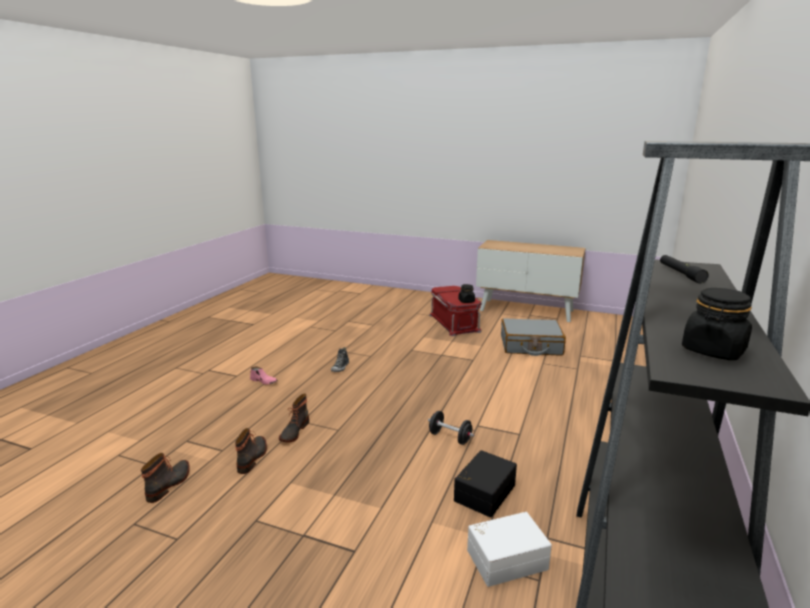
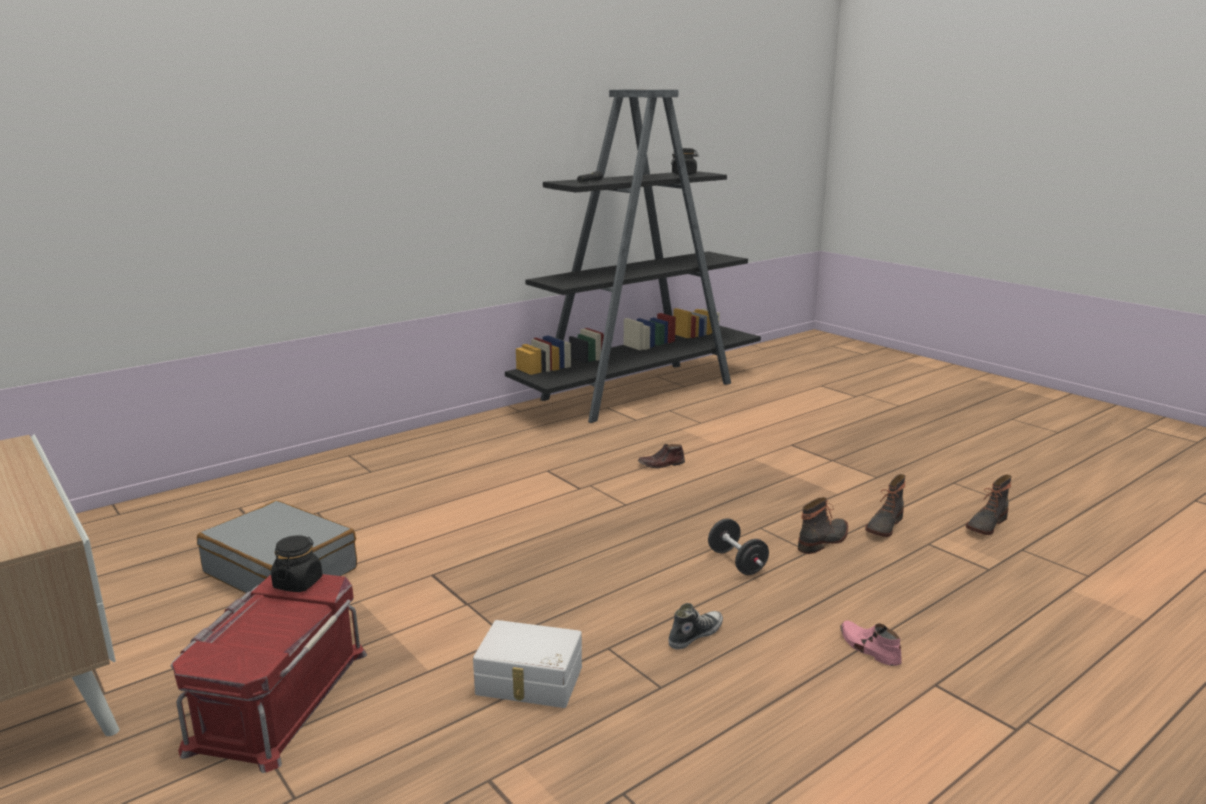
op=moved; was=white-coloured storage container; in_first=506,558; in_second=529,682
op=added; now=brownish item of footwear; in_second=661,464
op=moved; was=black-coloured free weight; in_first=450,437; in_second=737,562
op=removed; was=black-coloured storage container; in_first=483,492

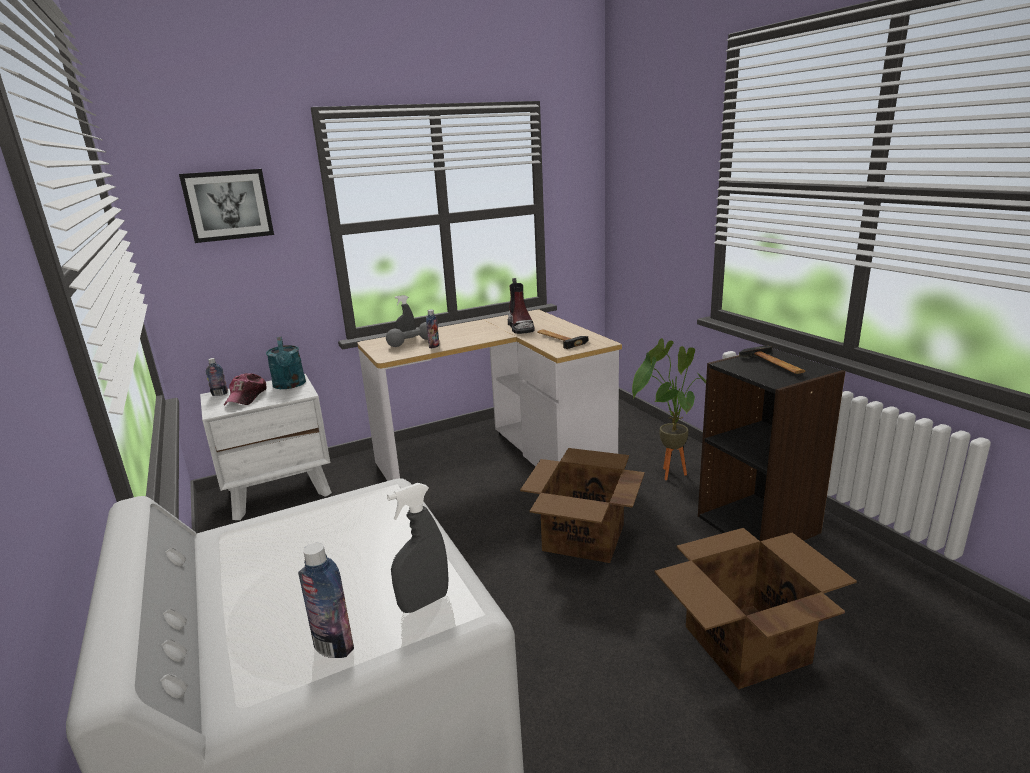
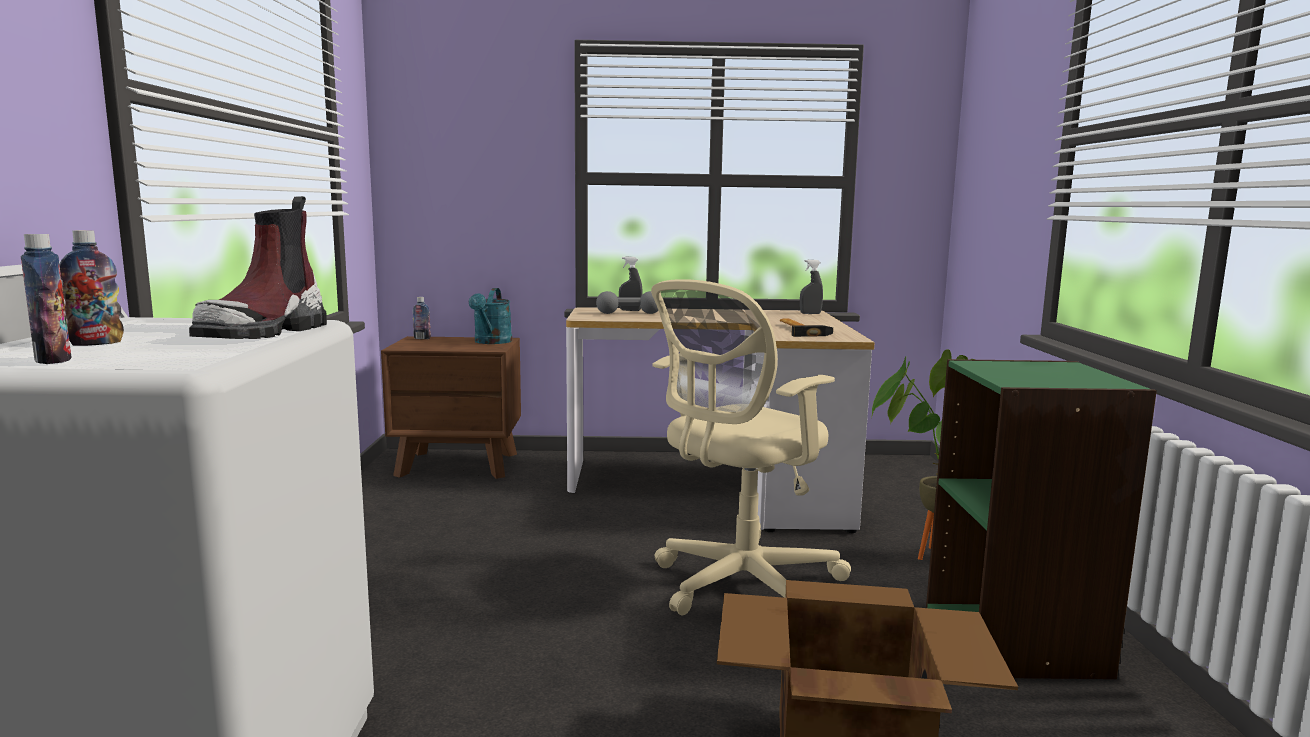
op=moved; was=drink bottle; in_first=434,346; in_second=96,343
op=moved; was=tall boot; in_first=521,328; in_second=265,332
op=recoloured; was=white-coloured night table; now=brownish night table; in_first=280,491; in_second=458,464
op=replaced; was=packing box; now=sand-coloured desk chair; in_first=583,538; in_second=739,585
op=moved; was=greyish spray bottle; in_first=424,602; in_second=810,313
op=recoloured; was=black-coloured bookshelf; now=greenish bookshelf; in_first=758,524; in_second=1016,640
op=removed; was=wall picture; in_first=228,205
op=removed; was=cap; in_first=247,397
op=removed; was=hand hammer; in_first=773,365

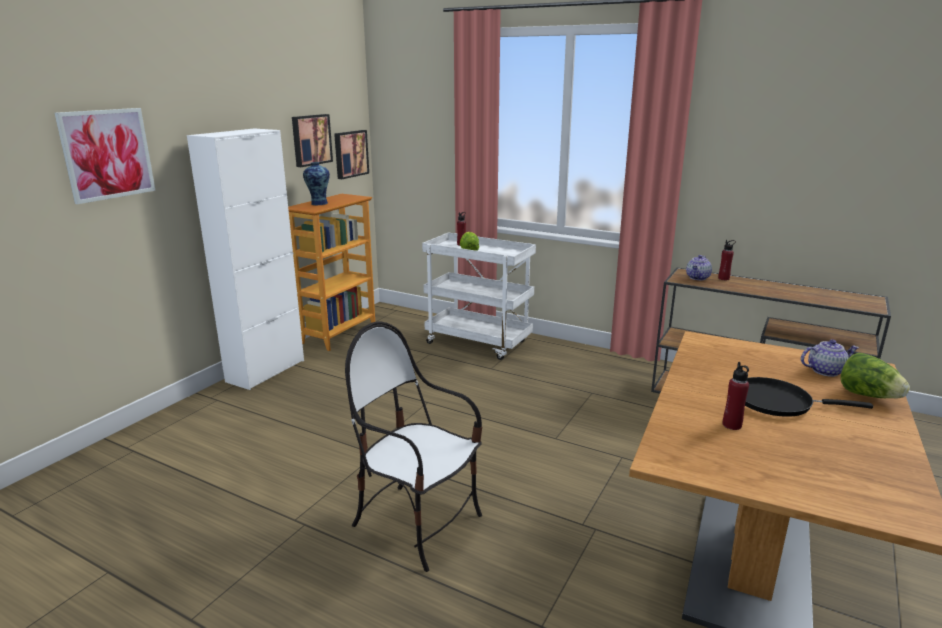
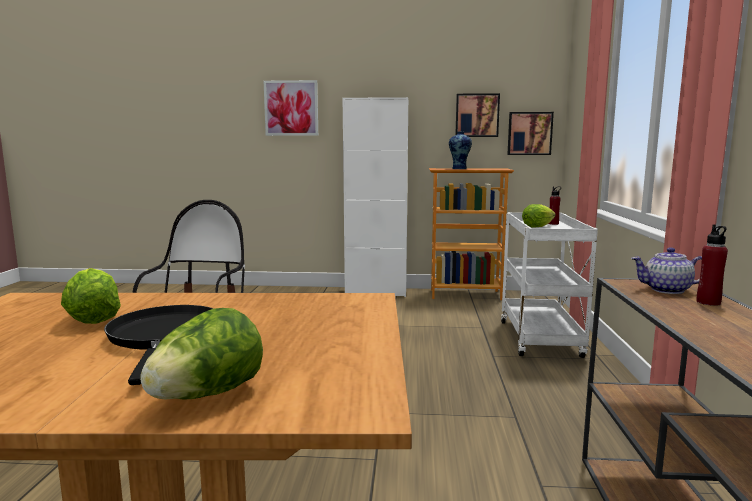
op=replaced; was=reddish drink bottle; now=head of lettuce; in_first=732,425; in_second=94,318
op=removed; was=teapot; in_first=825,371

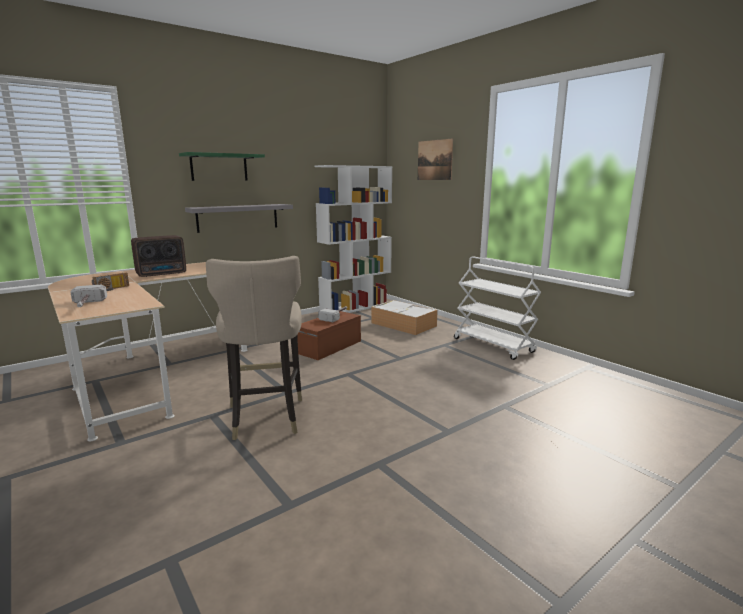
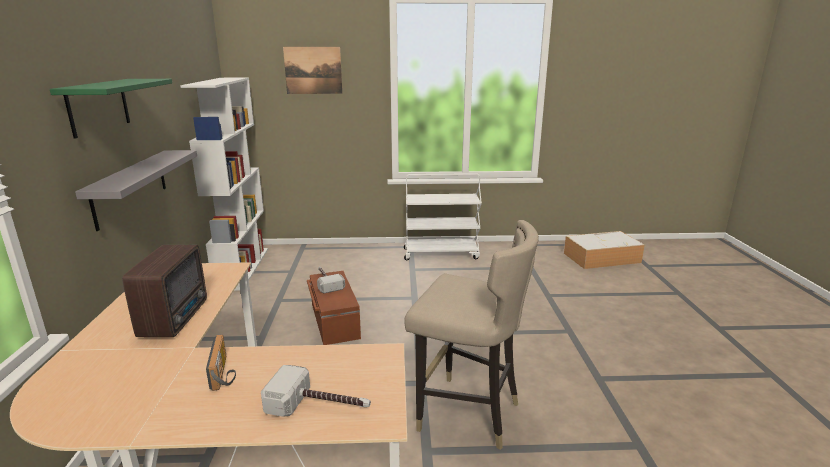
op=moved; was=storage container; in_first=404,324; in_second=602,257

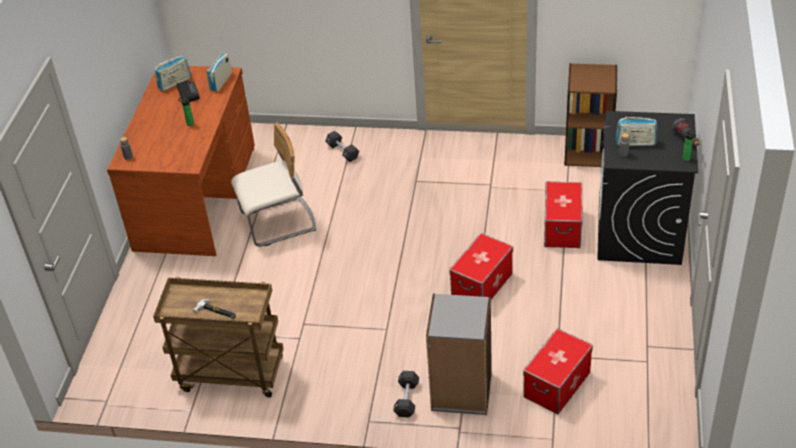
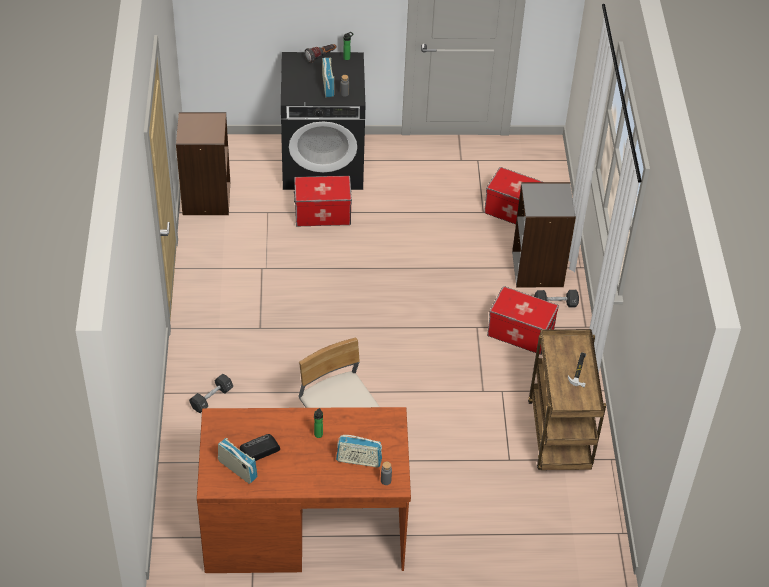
op=moved; was=radio; in_first=221,81; in_second=359,460
op=moved; was=storage container; in_first=482,285; in_second=520,333

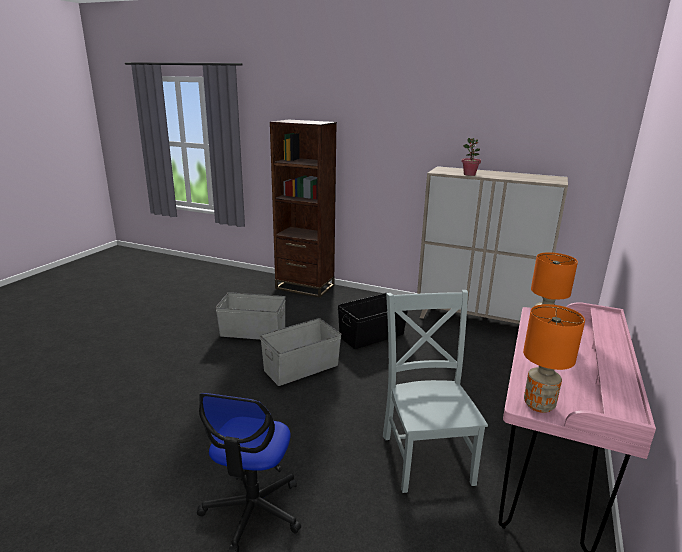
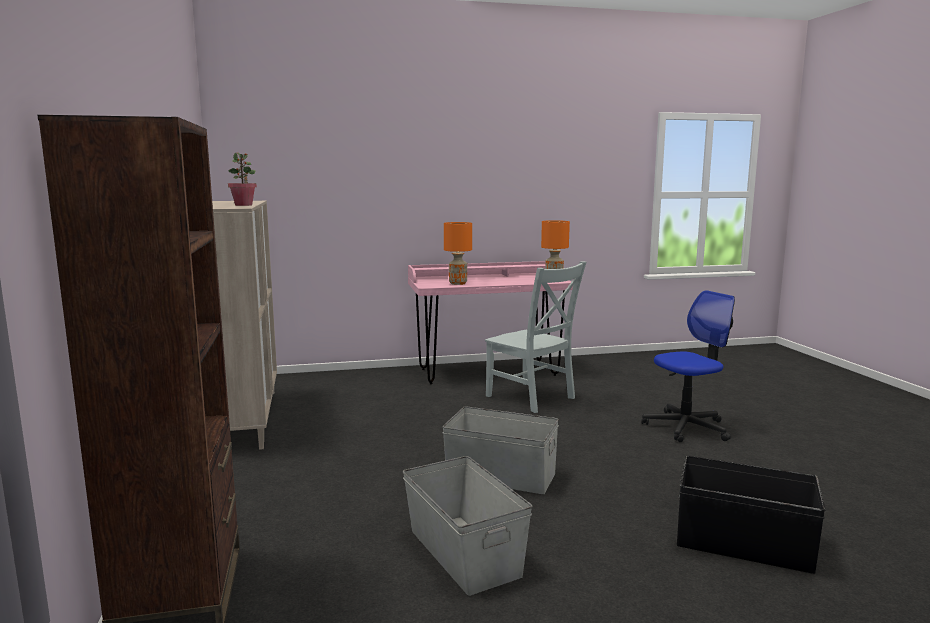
op=turned; was=greyish upright chair; in_first=426,455; in_second=532,398; clockwise=-90
op=moved; was=black-coloured storage container; in_first=372,335; in_second=742,543

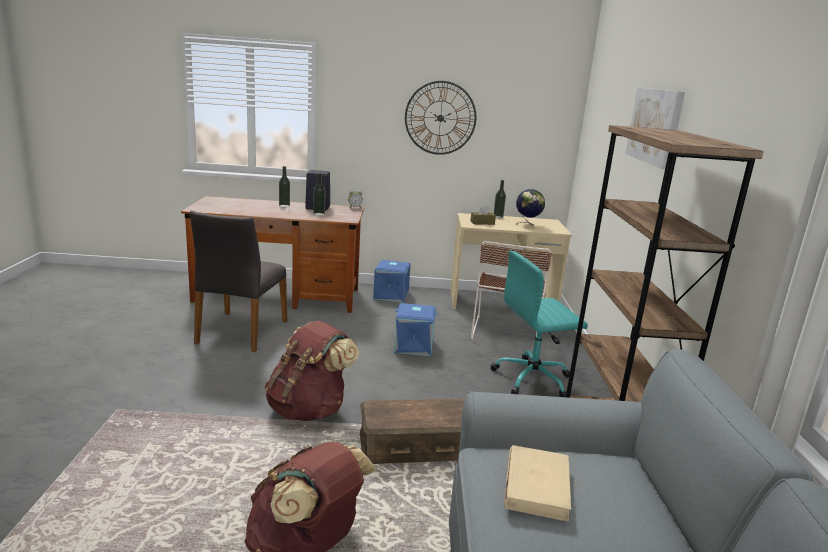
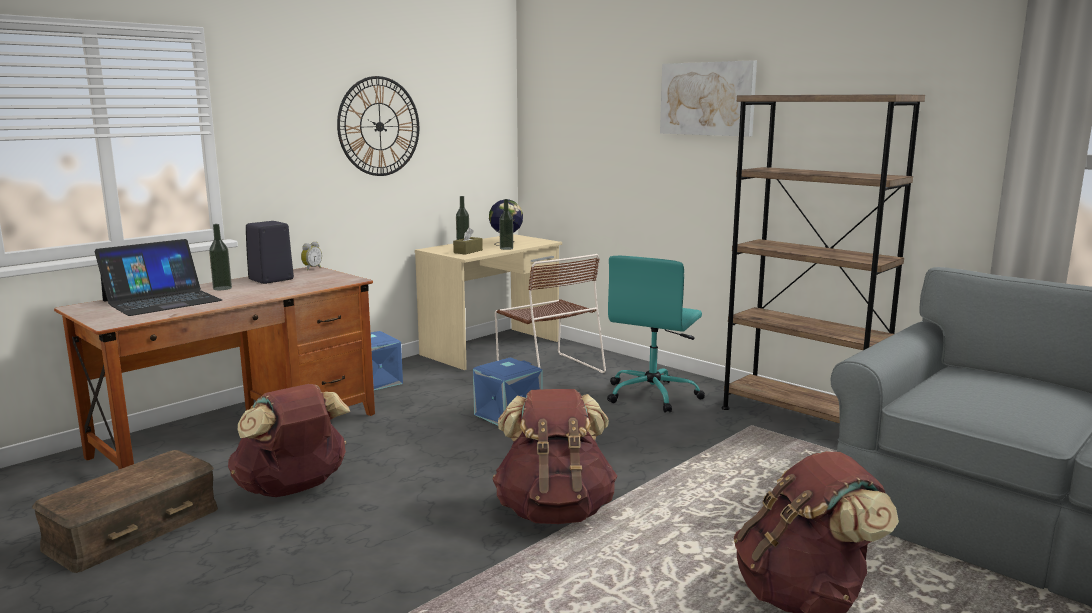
op=moved; was=brownish storage container; in_first=416,447; in_second=133,529
op=added; now=notebook computer; in_second=162,300
op=replaced; was=greyish upright chair; now=brownish knapsack; in_first=240,332; in_second=293,489
op=moved; was=drink bottle; in_first=319,214; in_second=506,248
op=removed; was=sand-coloured bound book; in_first=537,485

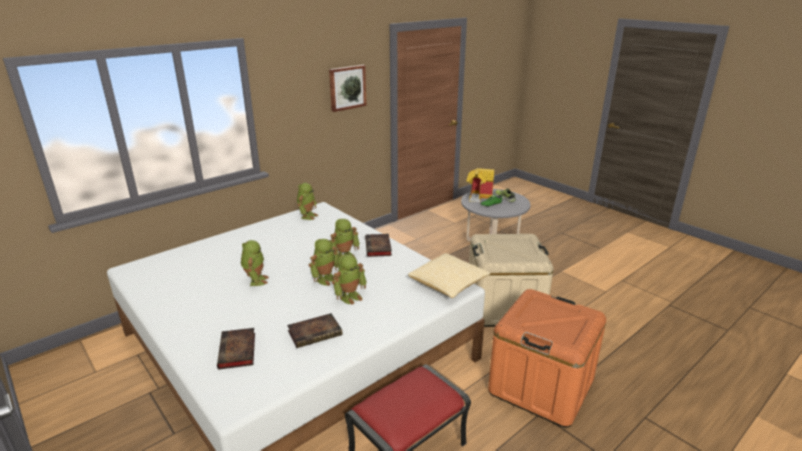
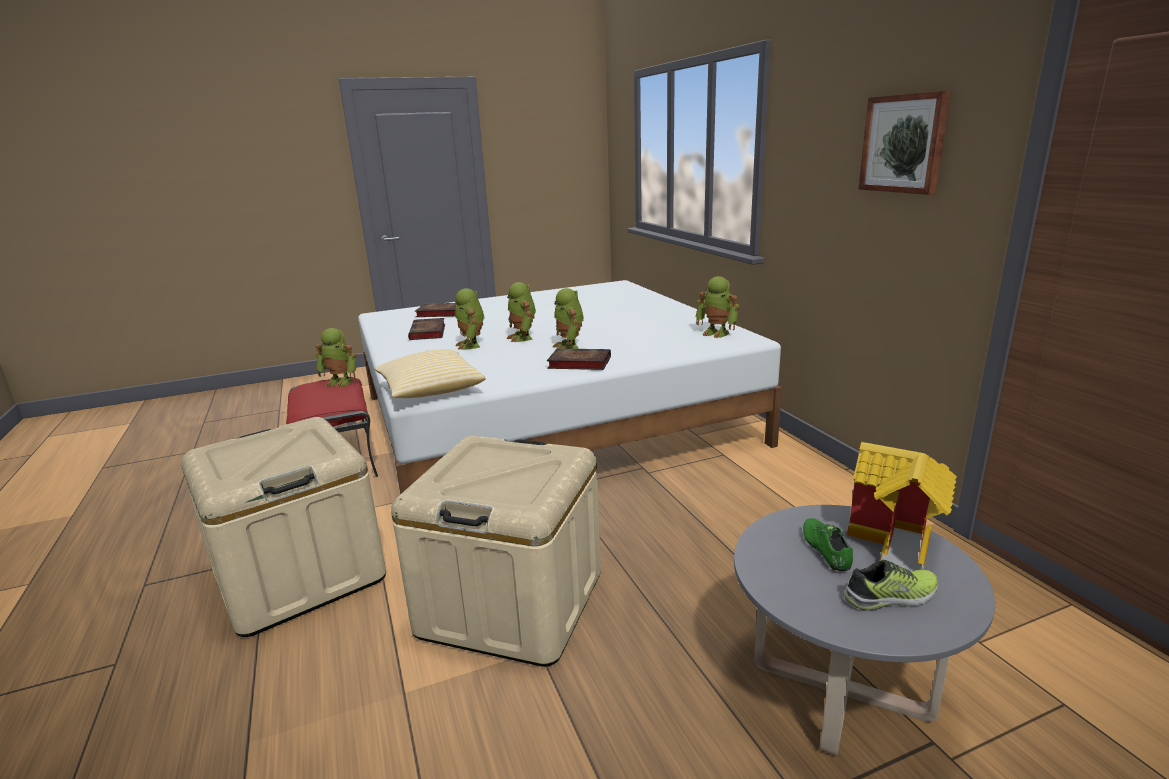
op=recoloured; was=orange-coloured storage container; now=sand-coloured storage container; in_first=541,386; in_second=299,575
op=moved; was=robot figure; in_first=256,280; in_second=340,382

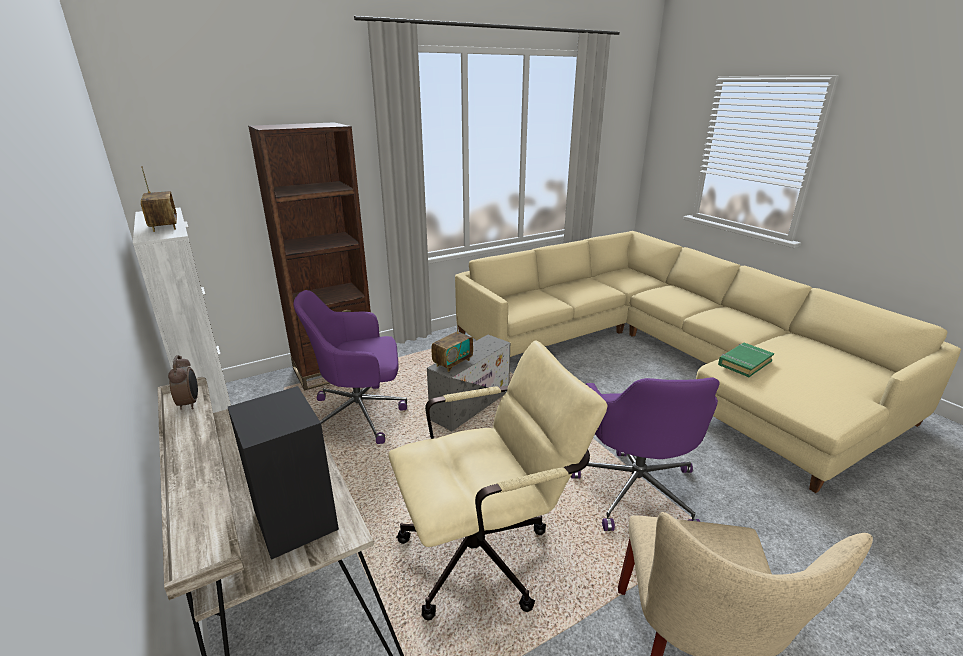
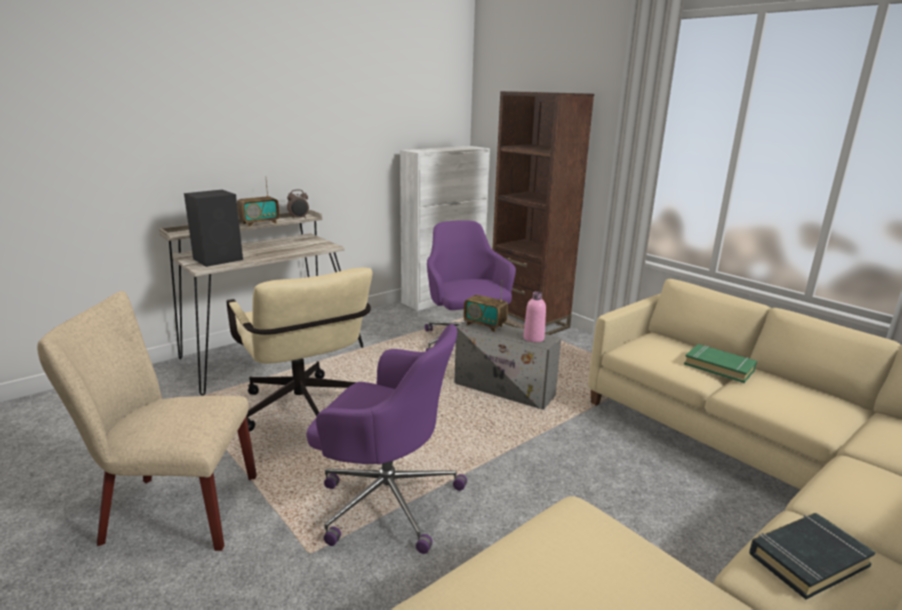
op=moved; was=radio; in_first=164,226; in_second=259,223
op=turned; was=purple-coloured desk chair; in_first=636,488; in_second=386,499; clockwise=-150
op=added; now=pink-coloured drink bottle; in_second=533,338
op=moved; was=greenish bound book; in_first=744,363; in_second=719,367
op=added; now=black-coloured bound book; in_second=807,559

